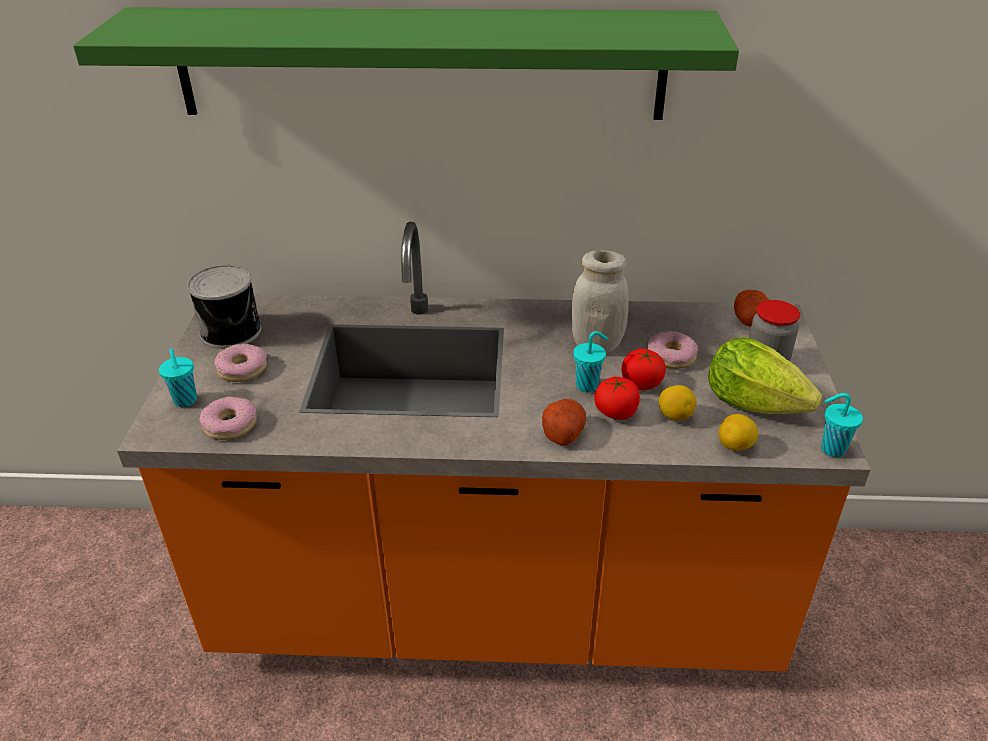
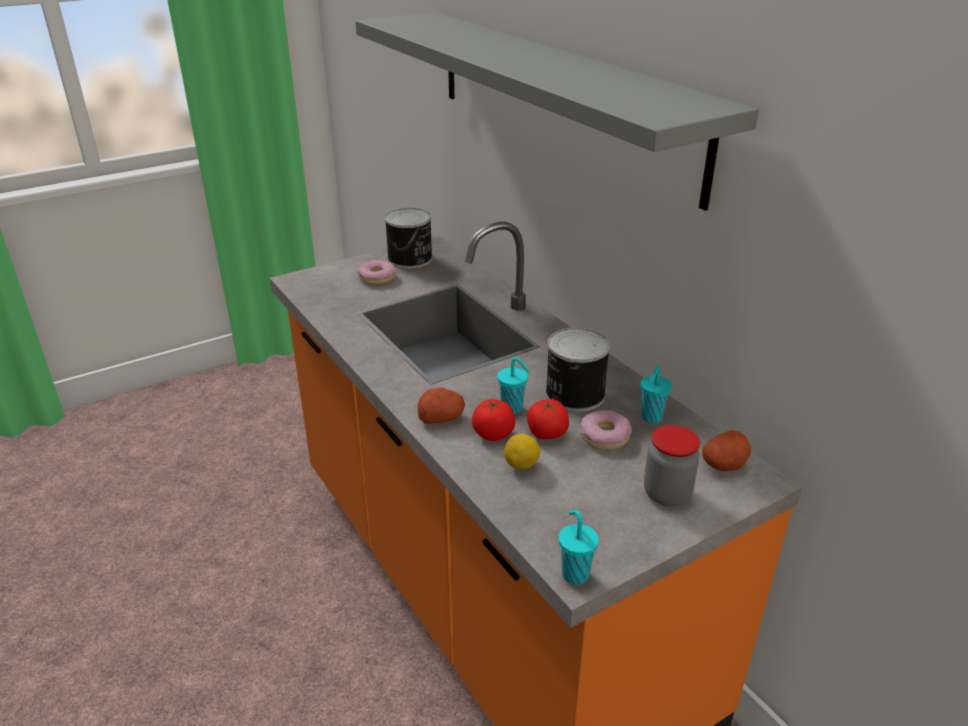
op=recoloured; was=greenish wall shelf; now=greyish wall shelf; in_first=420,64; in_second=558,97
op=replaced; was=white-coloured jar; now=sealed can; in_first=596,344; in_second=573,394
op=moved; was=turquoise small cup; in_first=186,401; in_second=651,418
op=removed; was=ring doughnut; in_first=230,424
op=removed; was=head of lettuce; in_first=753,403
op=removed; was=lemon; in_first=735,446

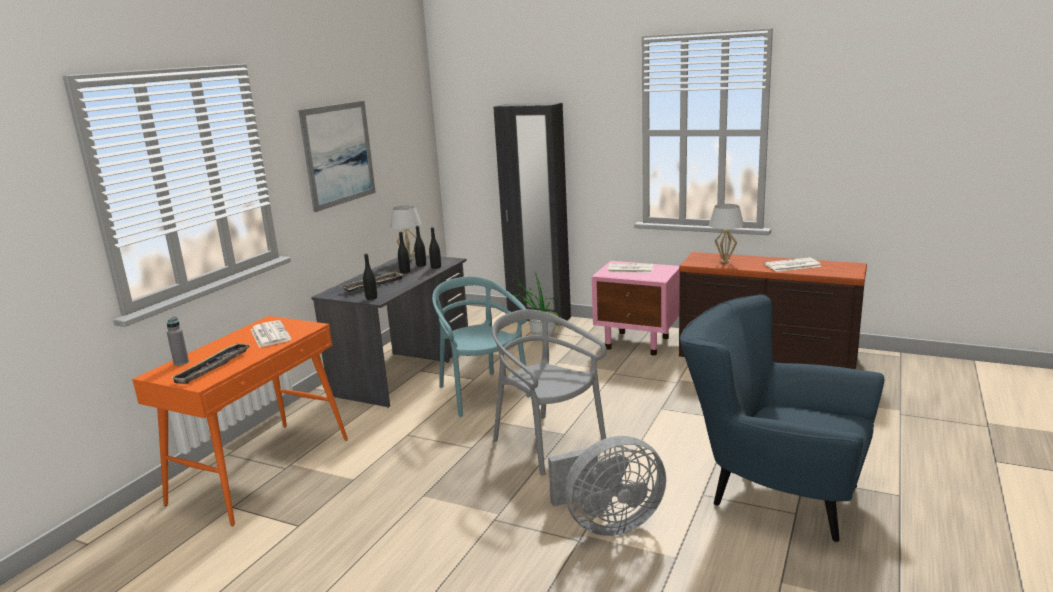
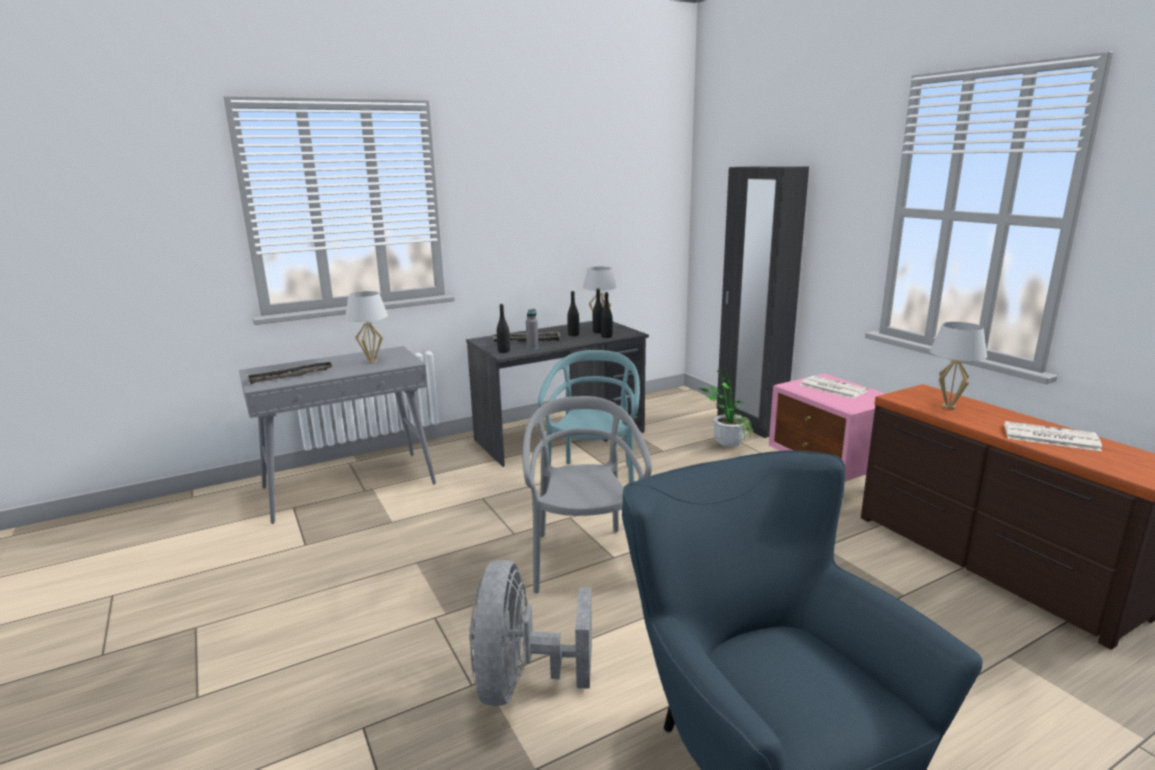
op=recoloured; was=orange-coloured narrow table; now=greyish narrow table; in_first=262,470; in_second=350,485
op=replaced; was=newspaper; now=white-coloured lamp for a table; in_first=269,334; in_second=372,361
op=turned; was=greyish fan; in_first=607,524; in_second=522,682; clockwise=75
op=moved; was=greyish drink bottle; in_first=181,362; in_second=532,348
op=removed; was=wall picture; in_first=338,154

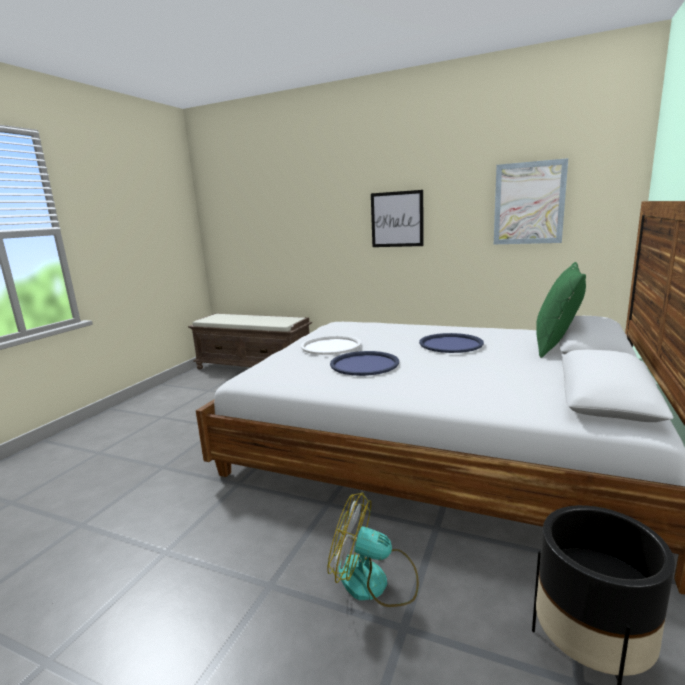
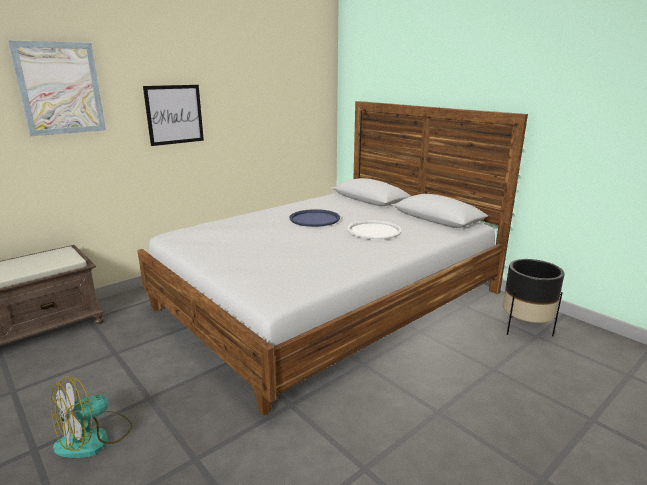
op=moved; was=wall picture; in_first=529,203; in_second=60,88
op=moved; was=fan; in_first=375,581; in_second=94,438
op=moved; was=white-coloured carrying tray; in_first=331,346; in_second=374,231
op=removed; was=blue carrying tray; in_first=364,364
op=removed; was=greenish cushion; in_first=556,345

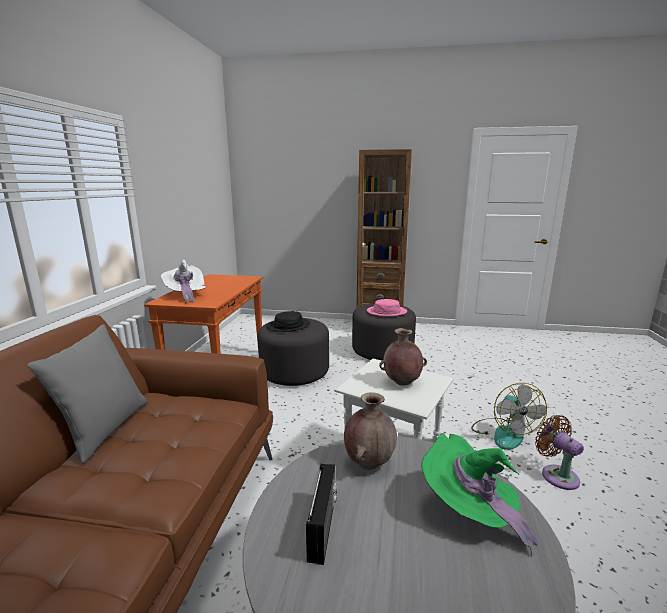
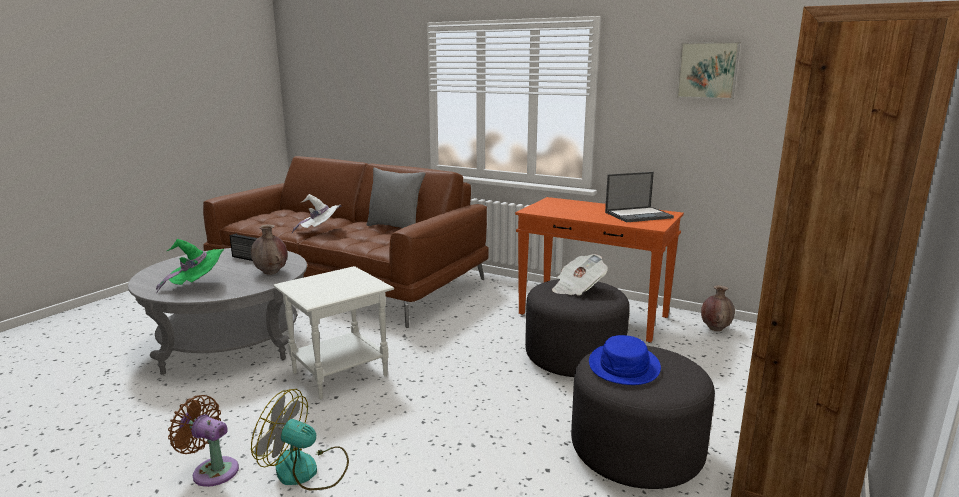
op=turned; was=brownish fan; in_first=556,475; in_second=212,470; clockwise=-150
op=moved; was=white-coloured wearable hat; in_first=186,295; in_second=321,231
op=replaced; was=black-coloured wearable hat; now=newspaper; in_first=288,326; in_second=577,288
op=recoloured; was=pink-coloured wearable hat; now=blue wearable hat; in_first=386,312; in_second=624,366
op=added; now=notebook computer; in_second=639,215
op=added; now=wall picture; in_second=708,70
op=moved; was=brownish vase; in_first=401,382; in_second=715,329

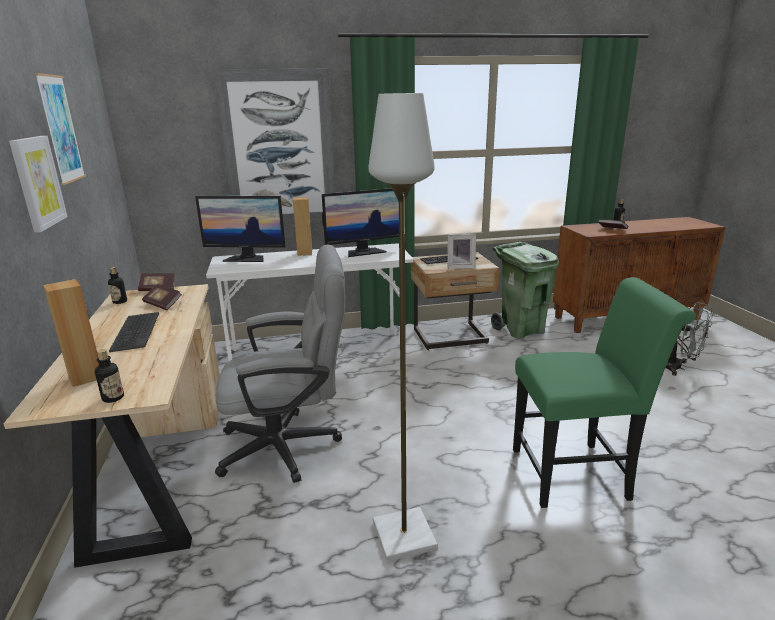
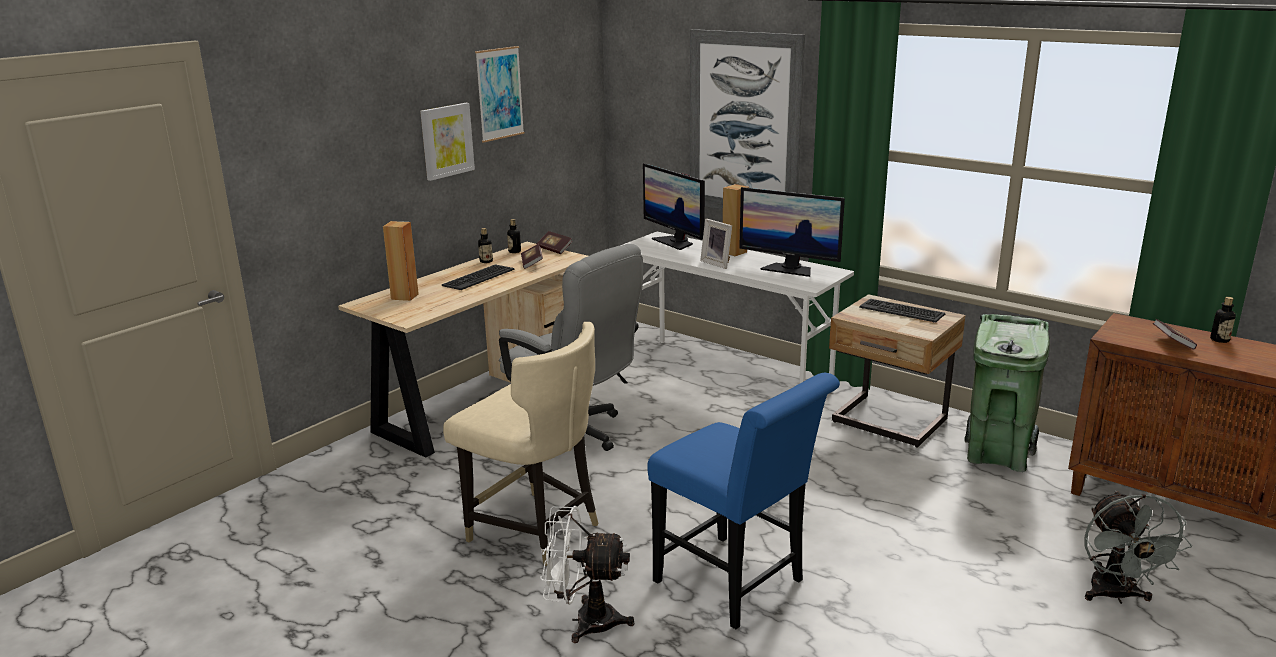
op=replaced; was=greyish floor lamp; now=sand-coloured upright chair; in_first=405,536; in_second=535,530
op=moved; was=drink bottle; in_first=113,398; in_second=486,261
op=added; now=white-coloured fan; in_second=584,621
op=recoloured; was=greenish upright chair; now=blue upright chair; in_first=578,473; in_second=736,585
op=moved; was=standing frame; in_first=460,267; in_second=718,263

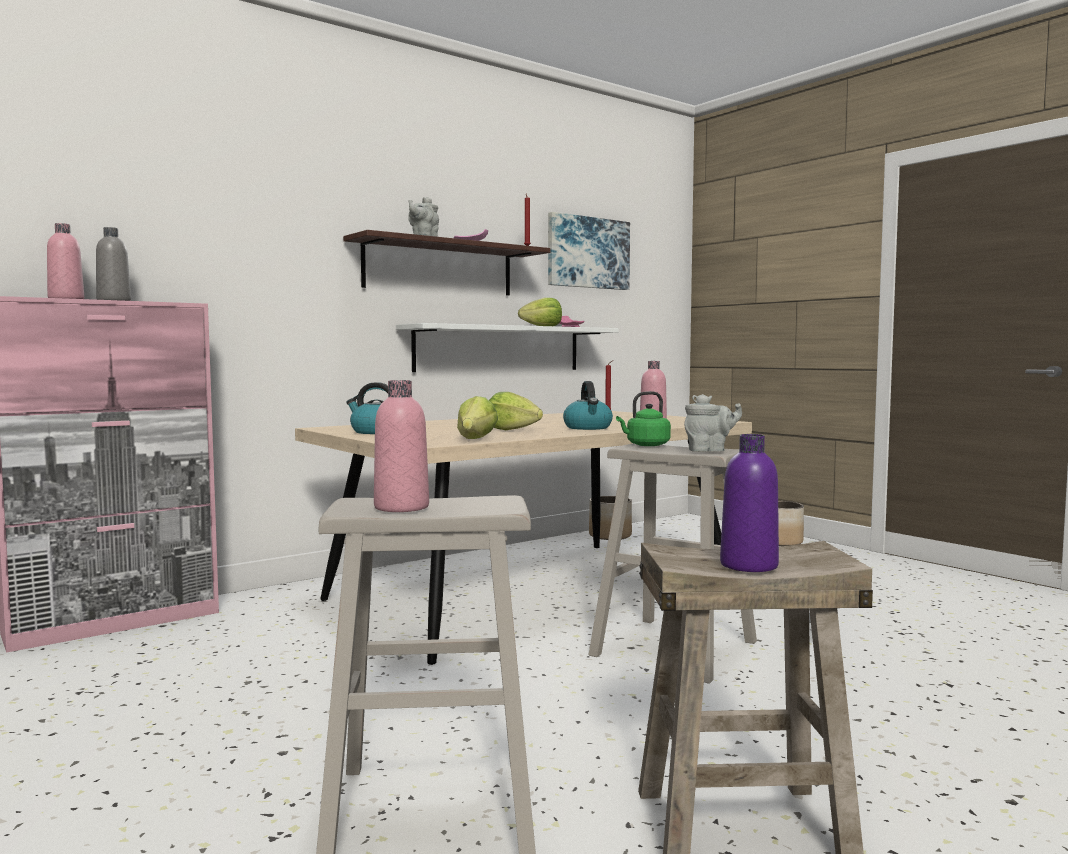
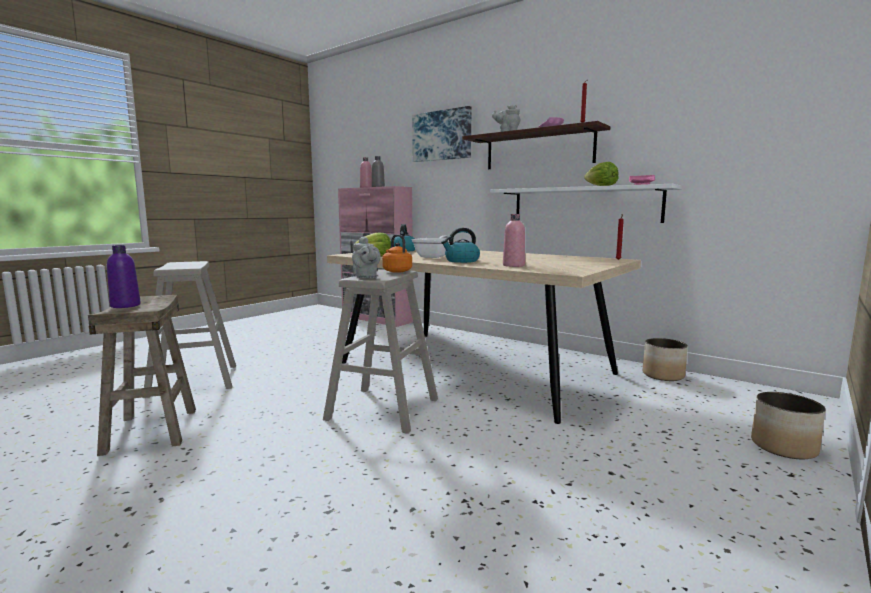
op=recoloured; was=greenish kettle; now=orange-coloured kettle; in_first=645,445; in_second=396,271
op=moved; was=wall picture; in_first=587,253; in_second=442,135
op=replaced; was=head of lettuce; now=skillet; in_first=511,429; in_second=434,256
op=removed; was=pink-coloured drink bottle; in_first=401,507

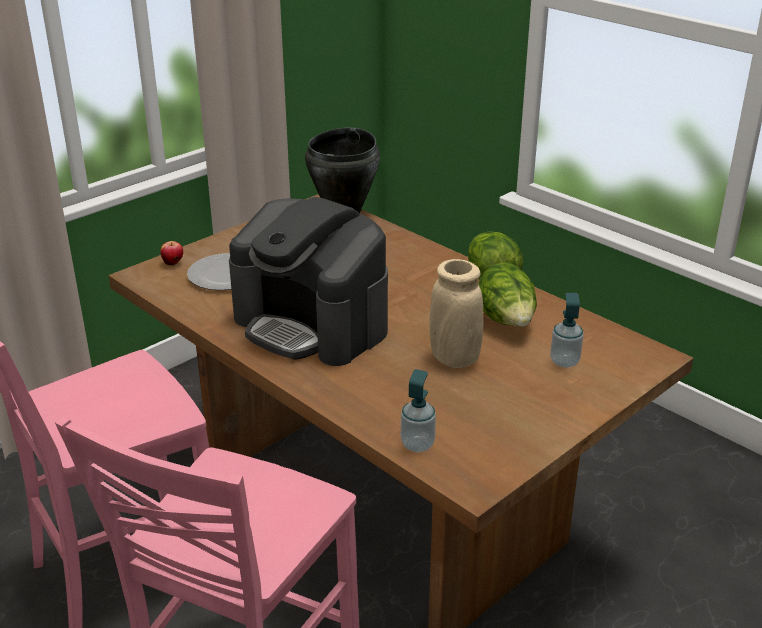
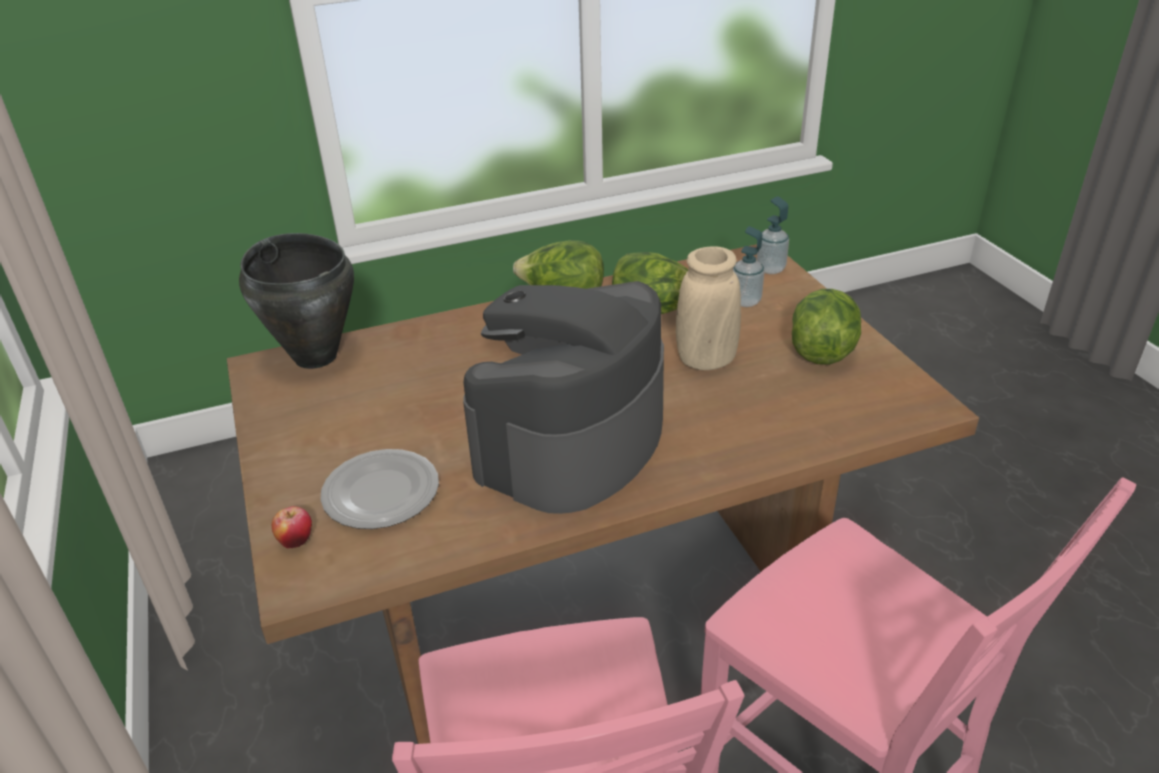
op=turned; was=coffee brewer; in_first=312,324; in_second=570,442; clockwise=150
op=moved; was=soap bottle; in_first=417,444; in_second=770,269
op=added; now=head of lettuce; in_second=822,349

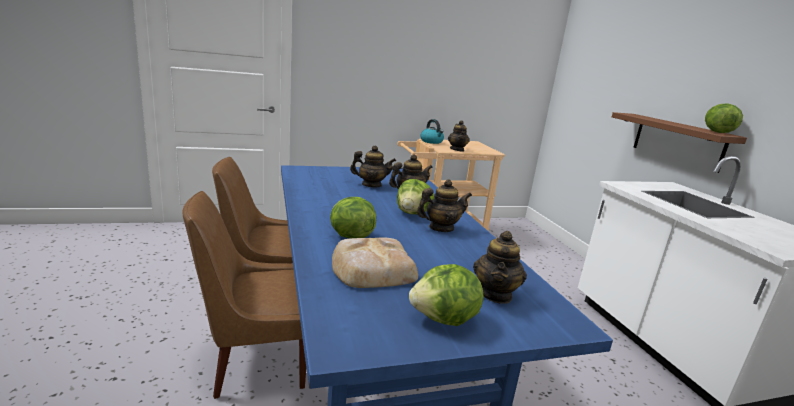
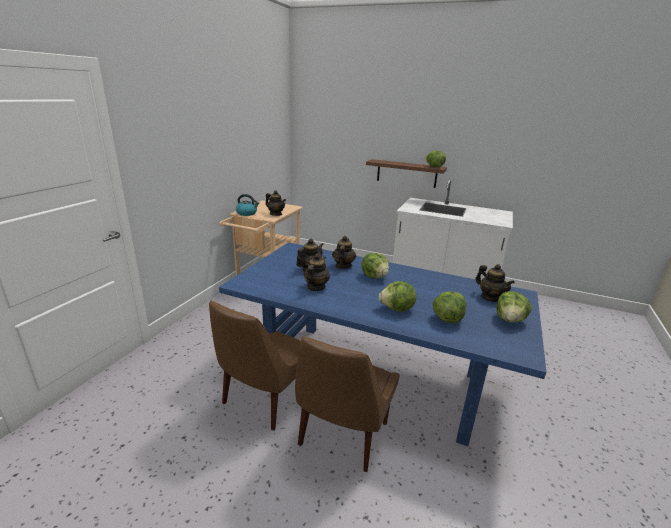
op=moved; was=teapot; in_first=441,228; in_second=316,287
op=replaced; was=bread; now=head of lettuce; in_first=371,269; in_second=447,319

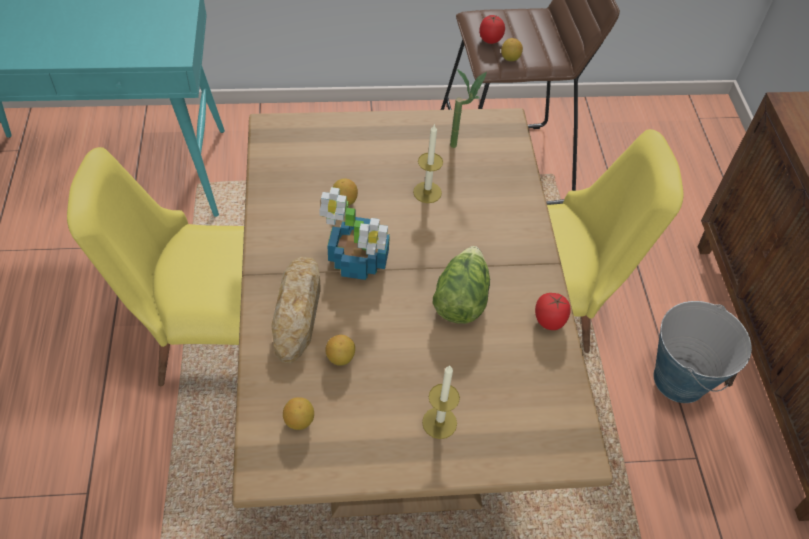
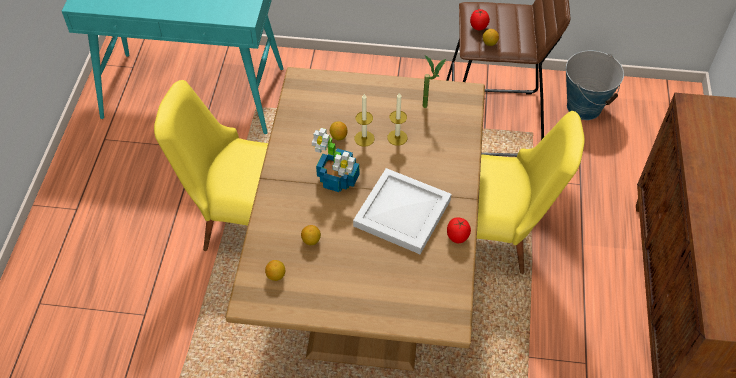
op=replaced; was=head of lettuce; now=white-coloured carrying tray; in_first=460,298; in_second=400,213
op=moved; was=wax candle; in_first=439,422; in_second=364,138
op=moved; was=pail; in_first=680,379; in_second=584,107
op=removed; was=bread; in_first=297,311

